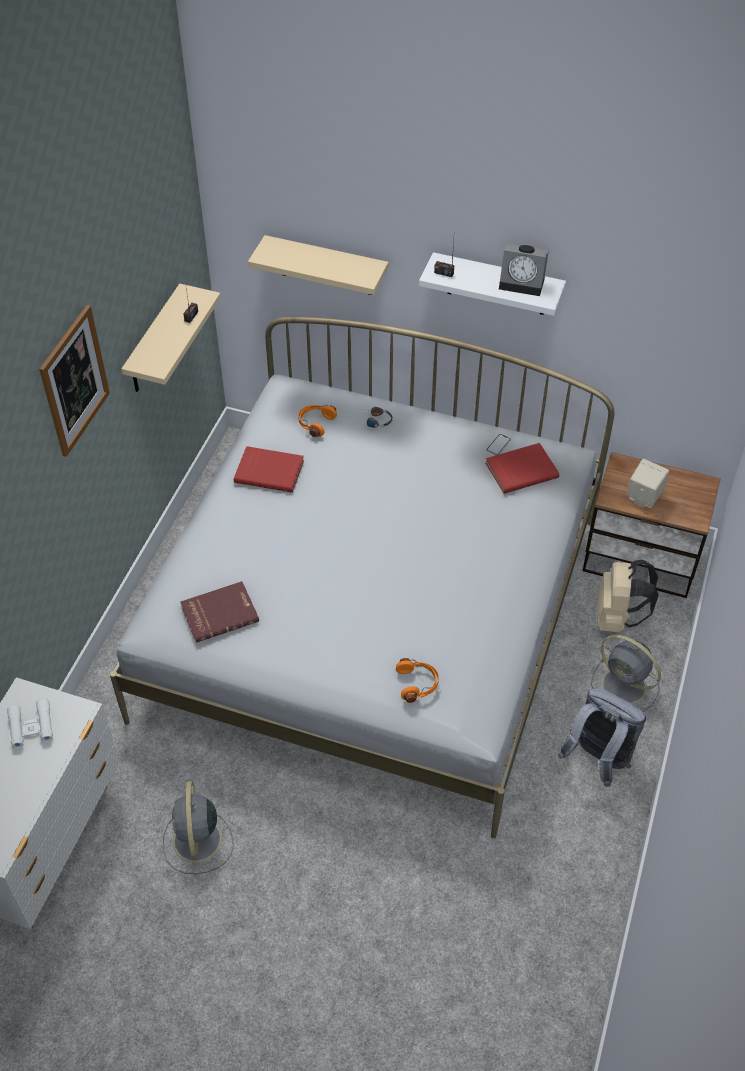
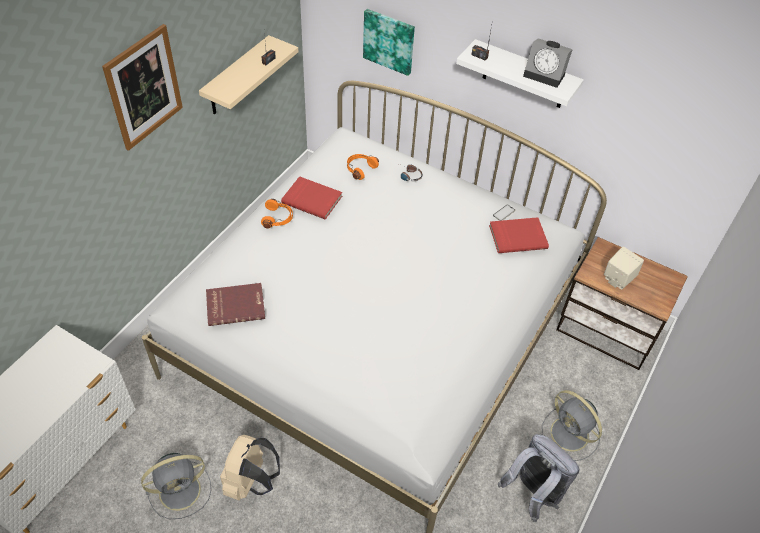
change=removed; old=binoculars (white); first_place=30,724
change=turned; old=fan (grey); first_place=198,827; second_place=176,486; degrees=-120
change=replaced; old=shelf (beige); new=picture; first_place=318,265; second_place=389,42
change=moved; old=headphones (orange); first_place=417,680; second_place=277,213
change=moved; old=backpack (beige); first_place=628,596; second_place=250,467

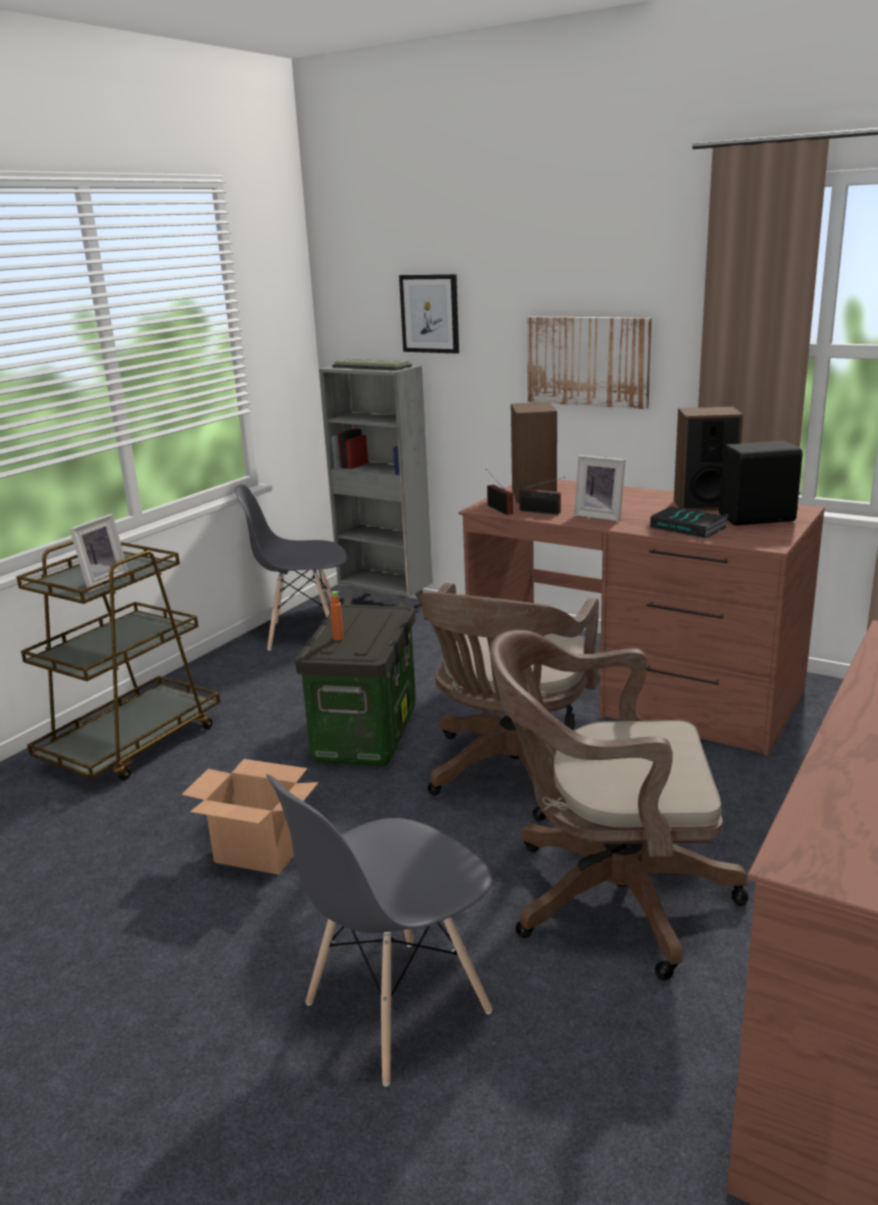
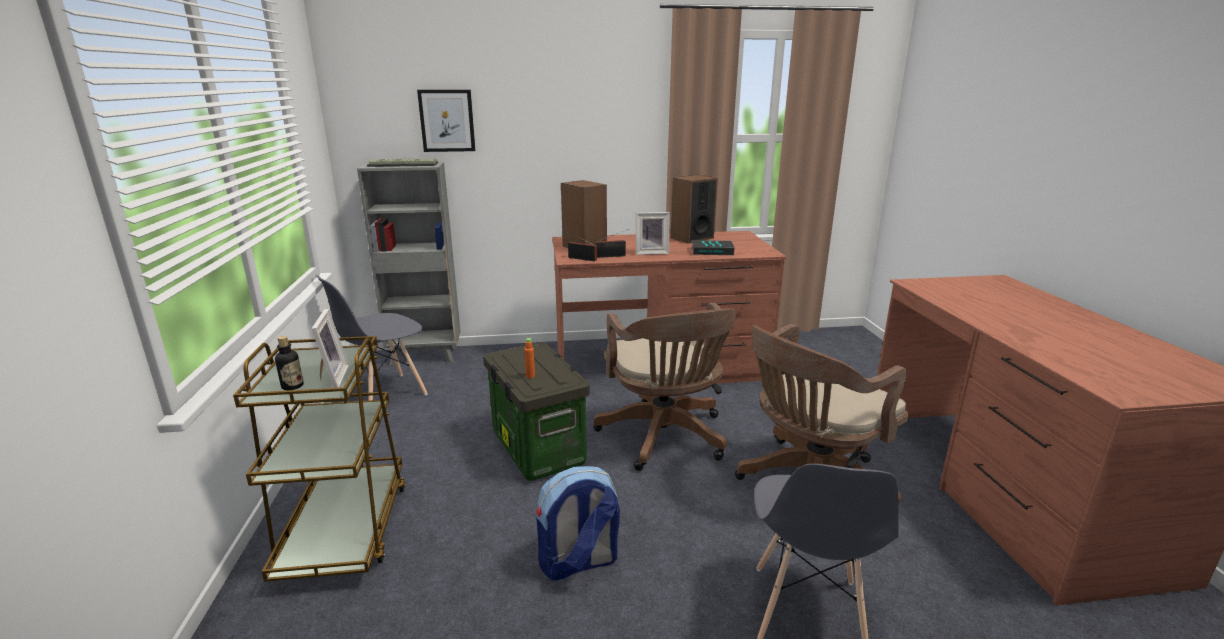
change=replaced; old=cardboard box; new=backpack; first_place=250,817; second_place=578,523
change=removed; old=picture; first_place=589,362
change=removed; old=speaker (black); first_place=761,483
change=added; new=bottle; second_place=289,363

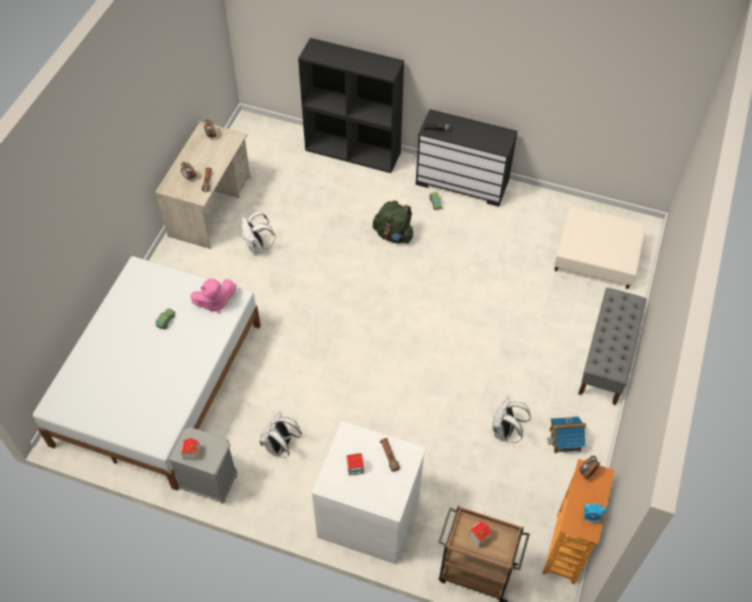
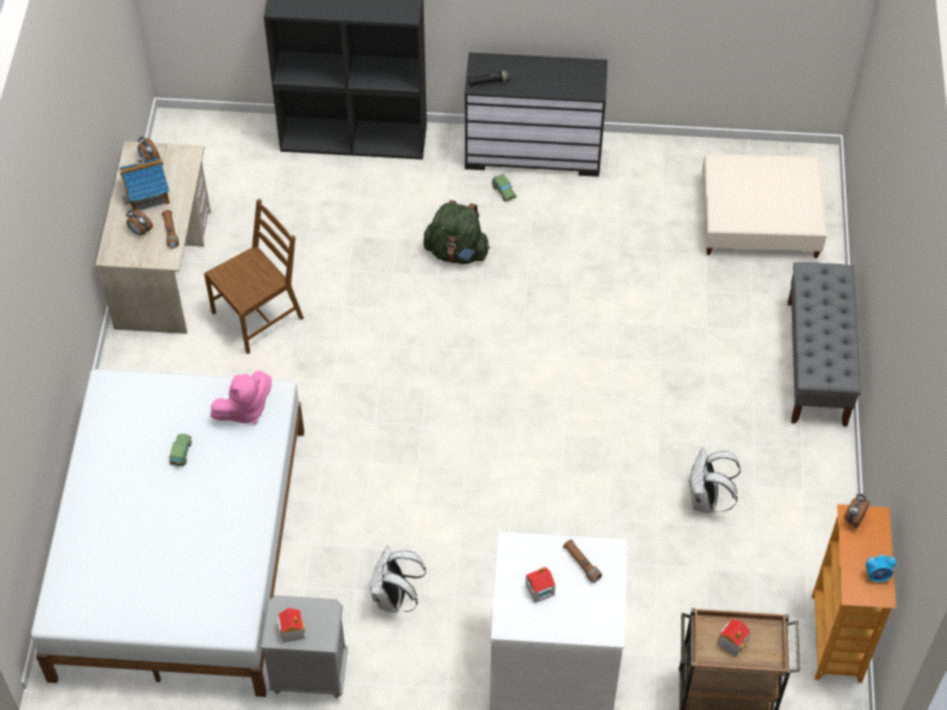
change=replaced; old=backpack (white); new=chair (brown); first_place=258,232; second_place=254,276
change=moved; old=toy house; first_place=566,434; second_place=144,184

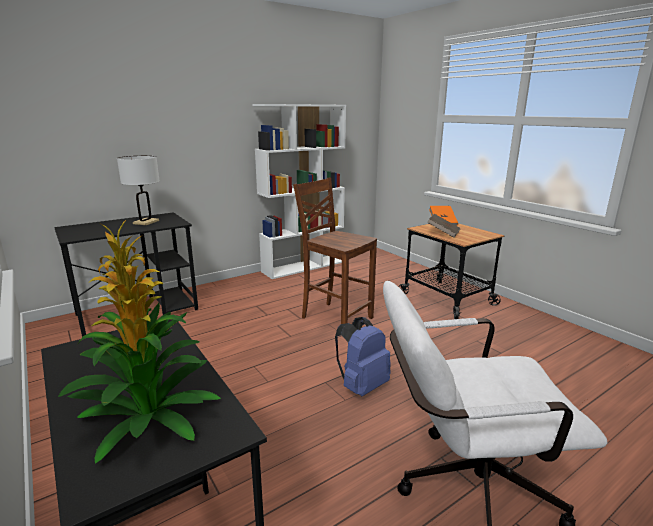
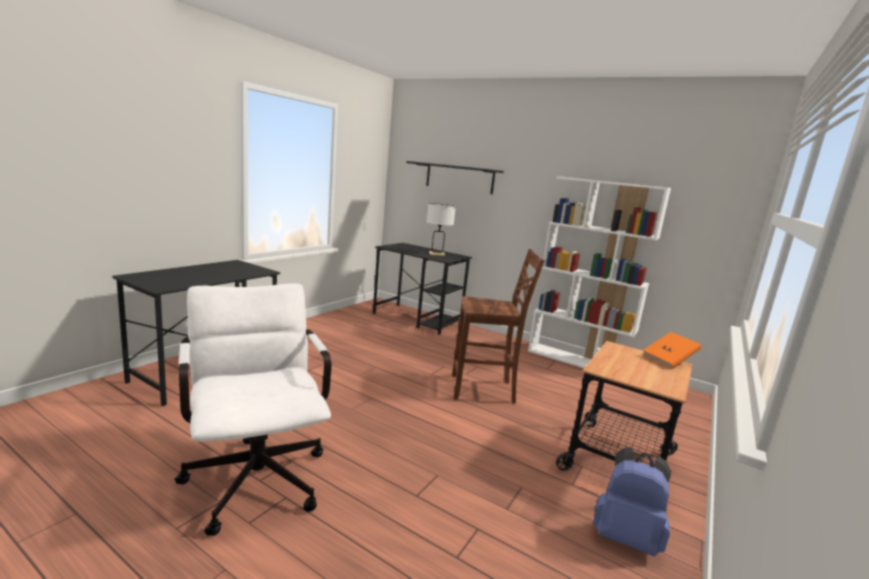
change=removed; old=potted plant; first_place=139,341
change=turned; old=chair (brown); first_place=335,250; second_place=498,326; degrees=75
change=moved; old=backpack (blue); first_place=363,356; second_place=632,501
change=removed; old=book (brown); first_place=444,226
change=added; new=shelf (black); second_place=455,177

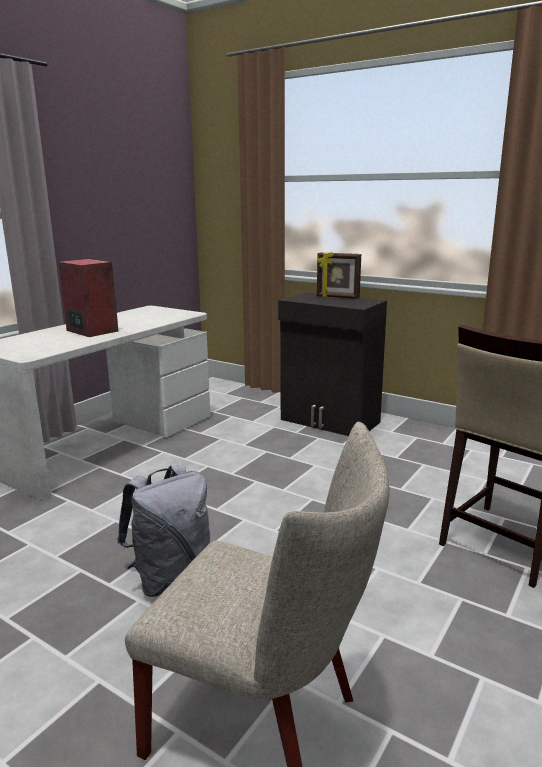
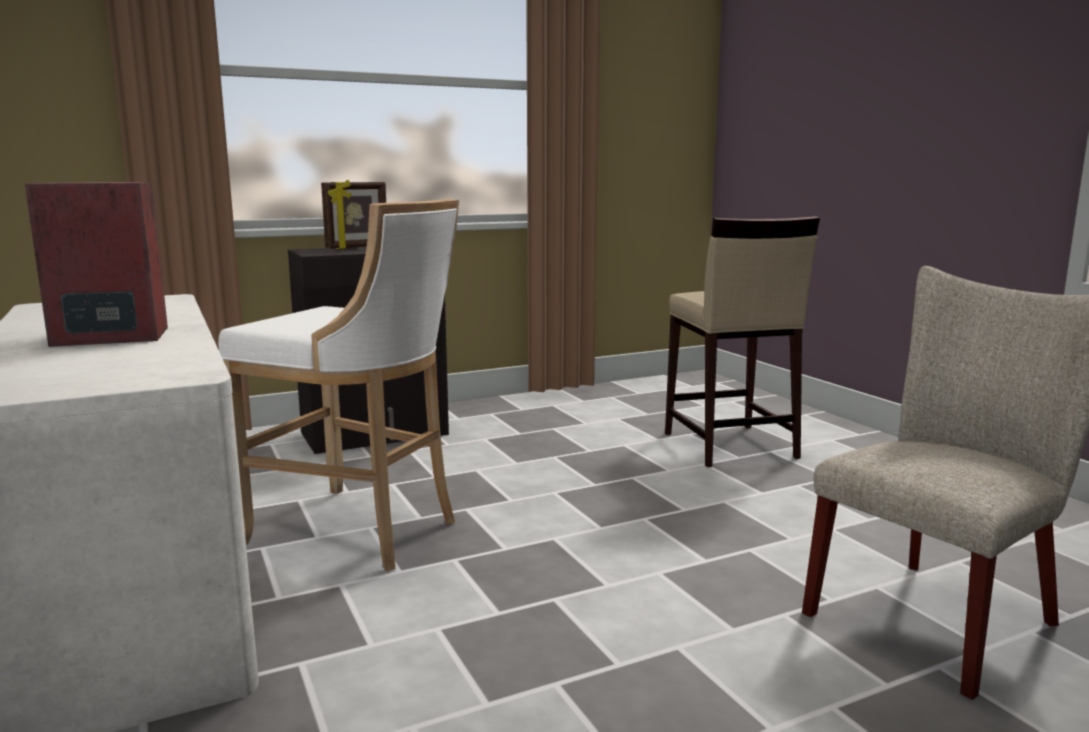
change=removed; old=backpack (grey); first_place=163,531
change=added; new=stool (white); second_place=338,385

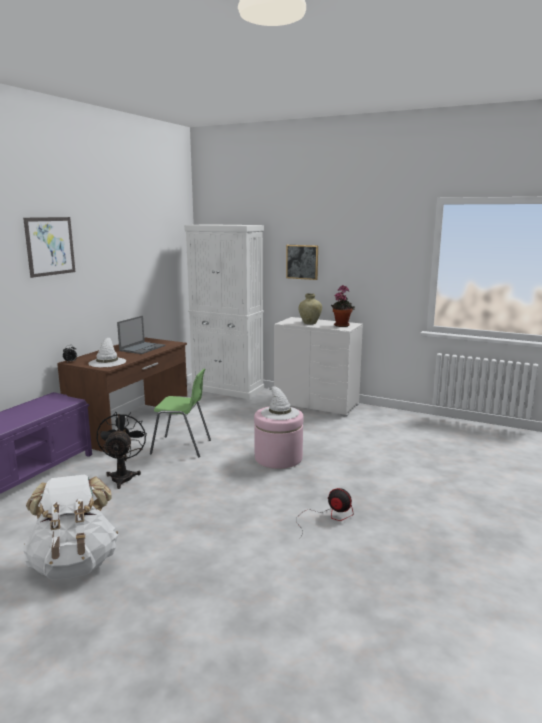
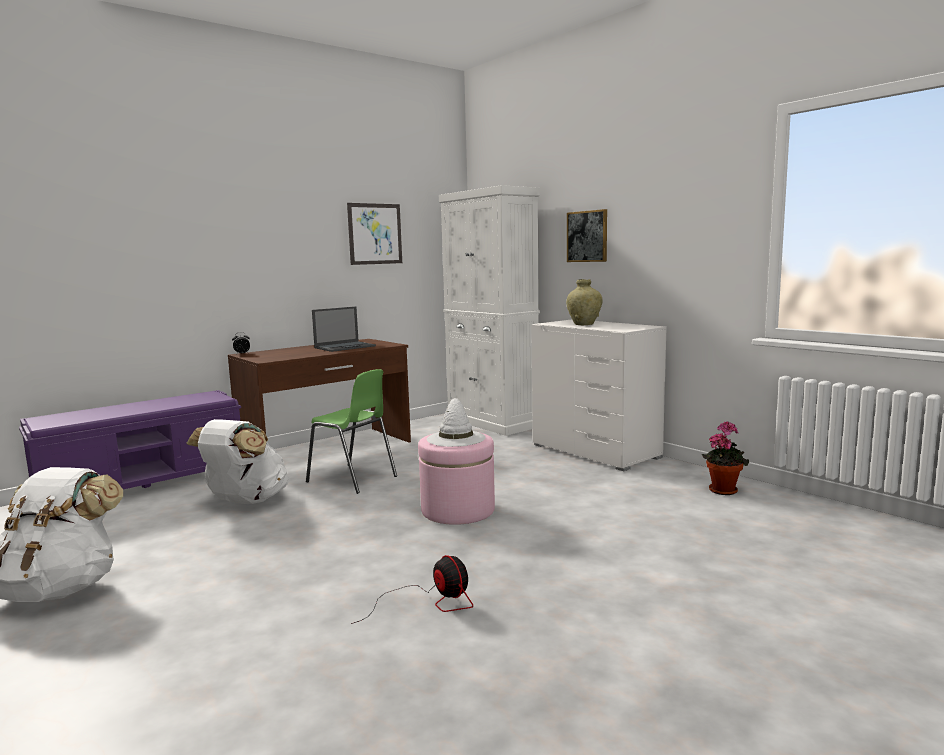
change=moved; old=picture; first_place=49,247; second_place=374,234
change=removed; old=hat (white); first_place=107,352
change=replaced; old=fan (black); new=backpack (white); first_place=122,450; second_place=237,461
change=moved; old=potted plant; first_place=343,306; second_place=725,458

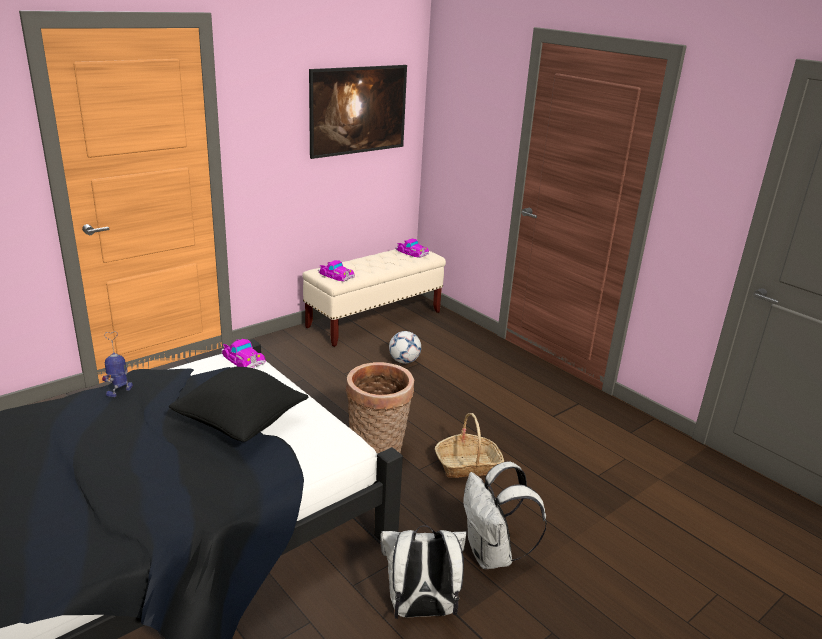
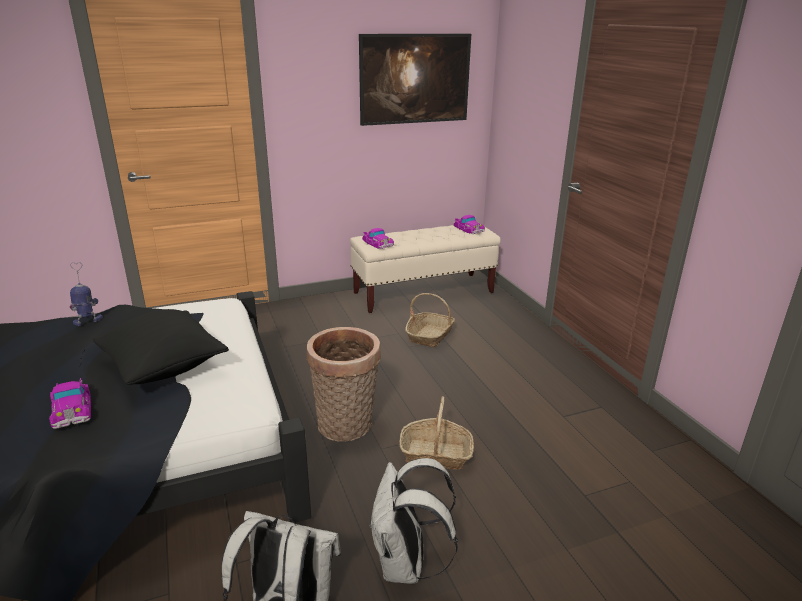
change=moved; old=toy car; first_place=243,353; second_place=70,403
change=replaced; old=football; new=basket; first_place=405,347; second_place=430,320

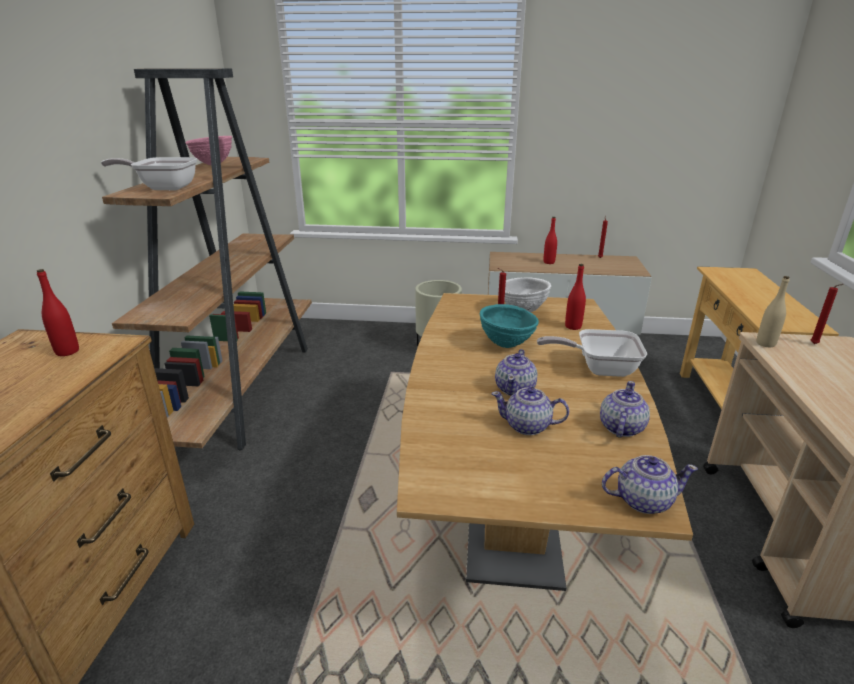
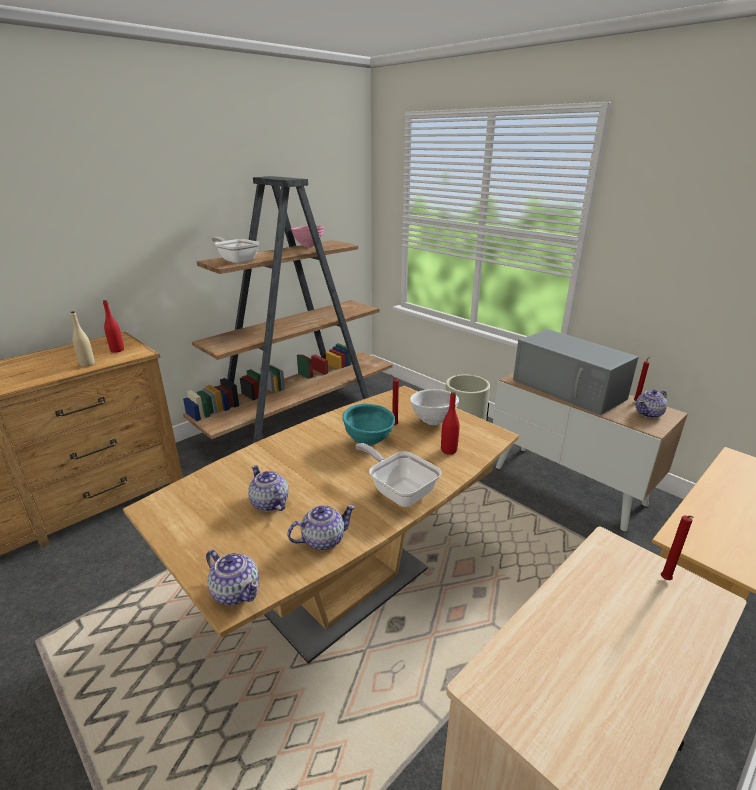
change=moved; old=teapot; first_place=516,372; second_place=651,403
change=replaced; old=bottle (red); new=microwave (grey); first_place=550,240; second_place=576,372
change=moved; old=bottle (beige); first_place=773,311; second_place=83,339

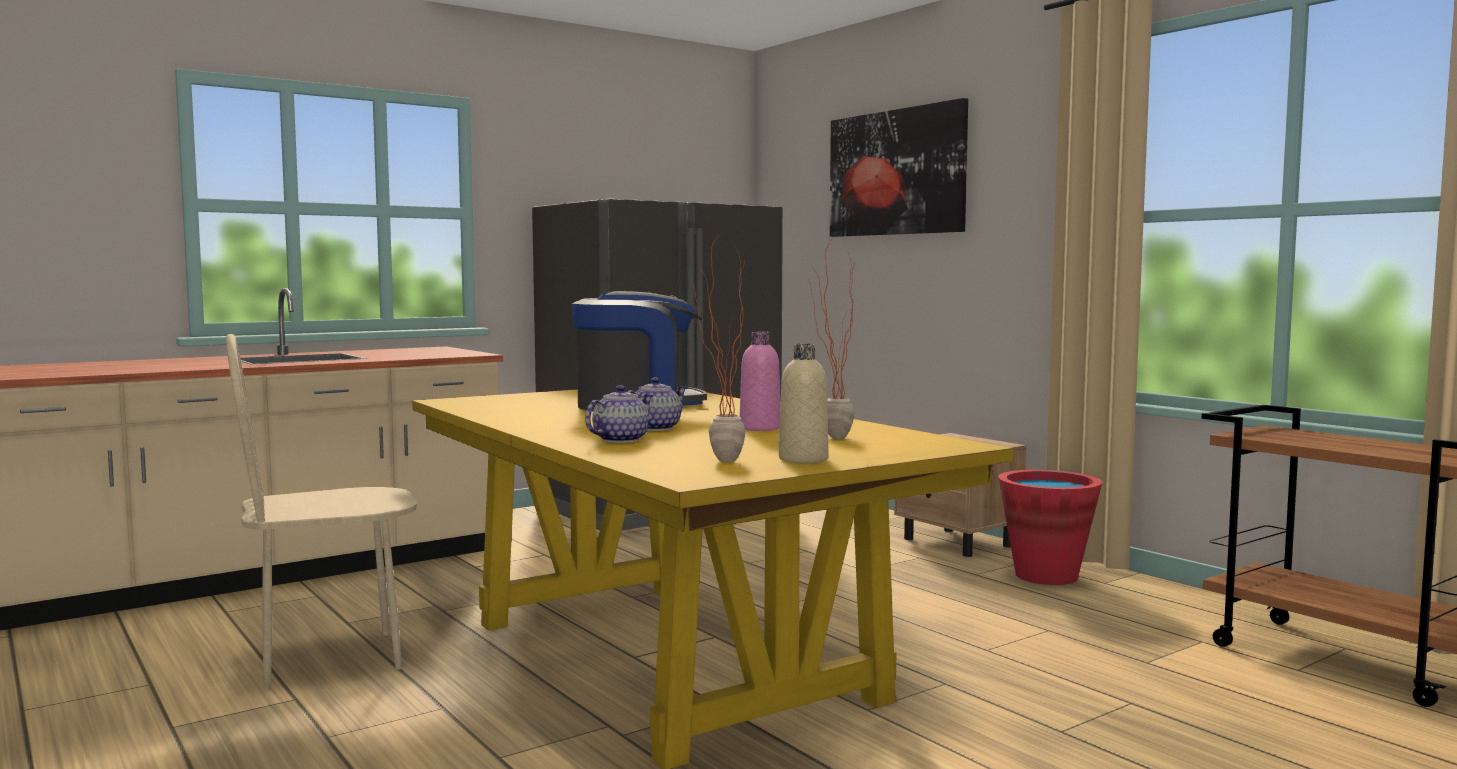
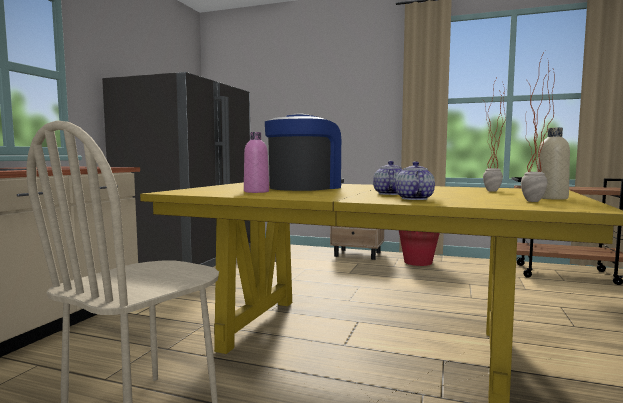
change=moved; old=bottle (pink); first_place=760,381; second_place=256,162
change=removed; old=picture; first_place=899,167

